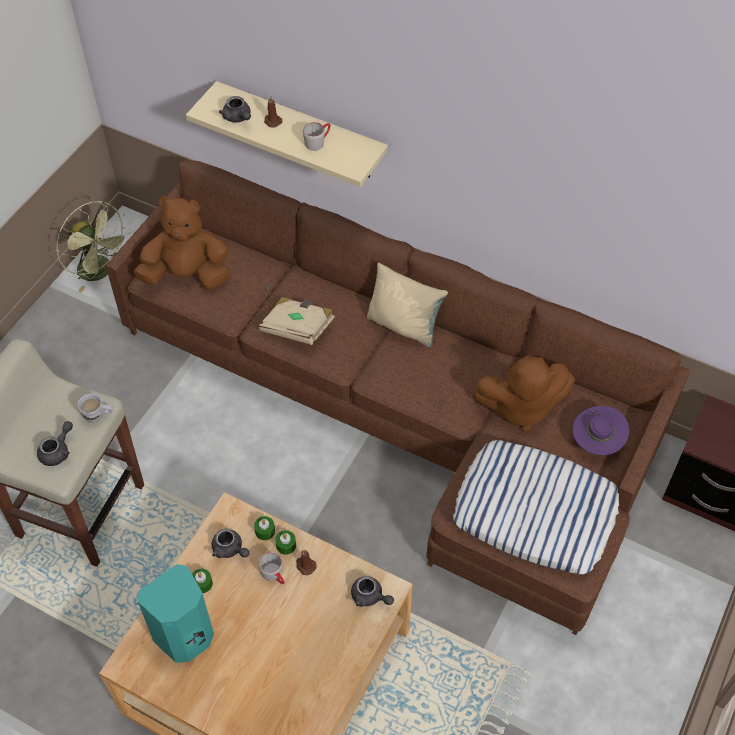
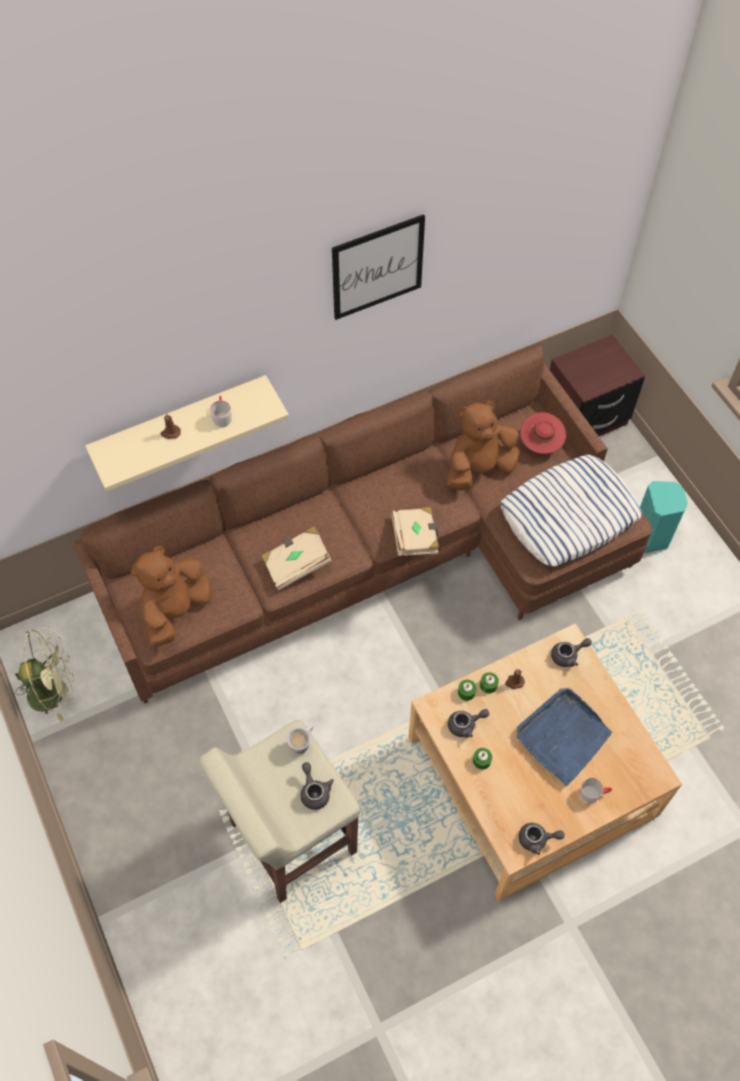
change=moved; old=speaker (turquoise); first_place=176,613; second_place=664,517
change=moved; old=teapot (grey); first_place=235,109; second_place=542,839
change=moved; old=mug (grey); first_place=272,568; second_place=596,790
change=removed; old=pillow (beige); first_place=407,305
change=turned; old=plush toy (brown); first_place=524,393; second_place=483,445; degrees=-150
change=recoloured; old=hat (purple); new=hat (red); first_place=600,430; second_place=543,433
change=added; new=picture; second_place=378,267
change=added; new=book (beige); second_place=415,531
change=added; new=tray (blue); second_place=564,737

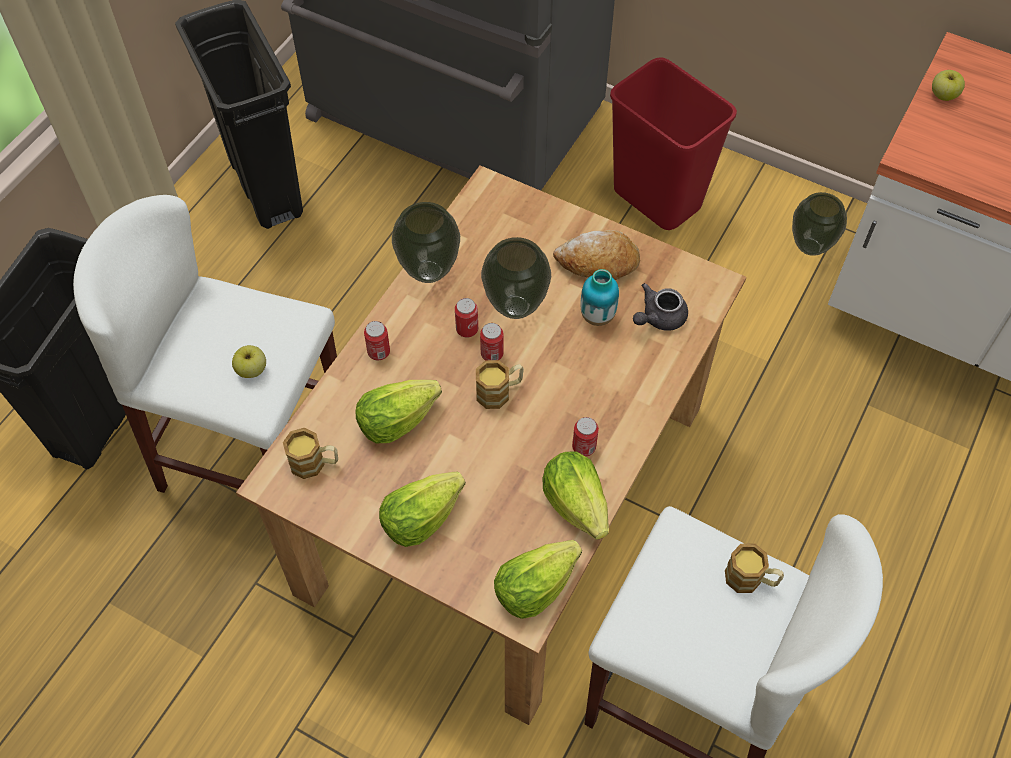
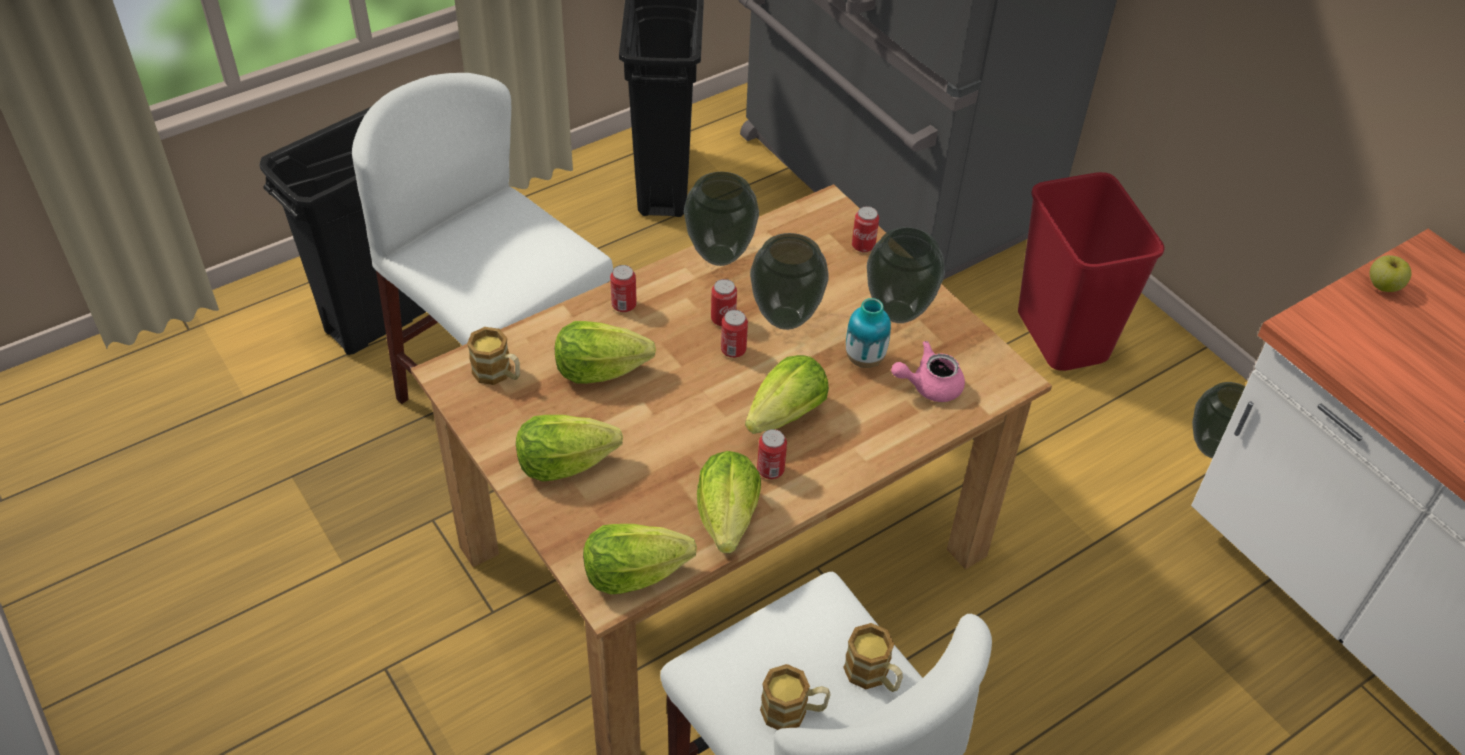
change=removed; old=apple; first_place=249,361
change=moved; old=mug; first_place=500,384; second_place=795,697
change=replaced; old=bread; new=vase; first_place=596,255; second_place=906,275
change=recoloured; old=teapot (grey); new=teapot (pink); first_place=660,307; second_place=928,371
change=added; new=lettuce; second_place=787,394
change=added; new=can; second_place=865,229

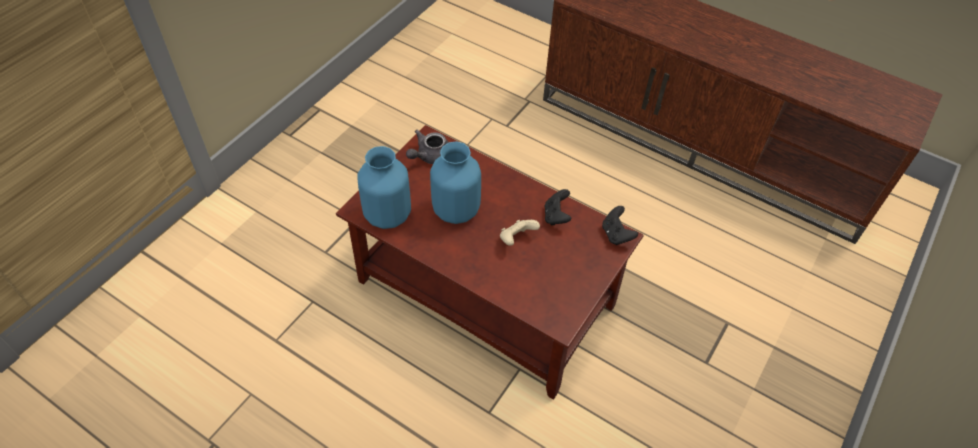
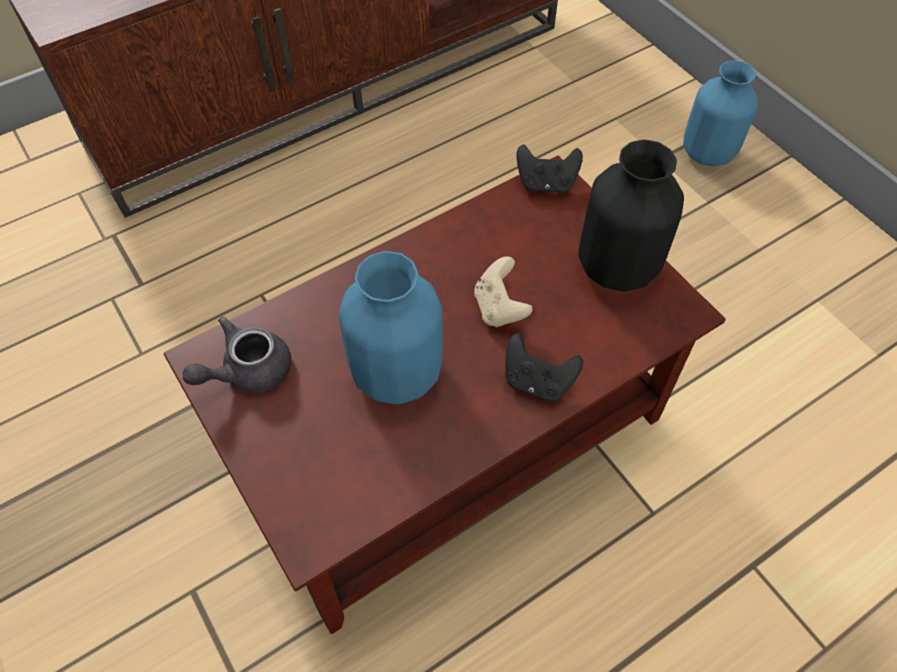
change=moved; old=vase (blue); first_place=384,187; second_place=720,113
change=turned; old=teapot (grey); first_place=427,147; second_place=237,355; degrees=75
change=moved; old=game controller (black); first_place=557,207; second_place=544,367
change=added; new=vase (black); second_place=631,215

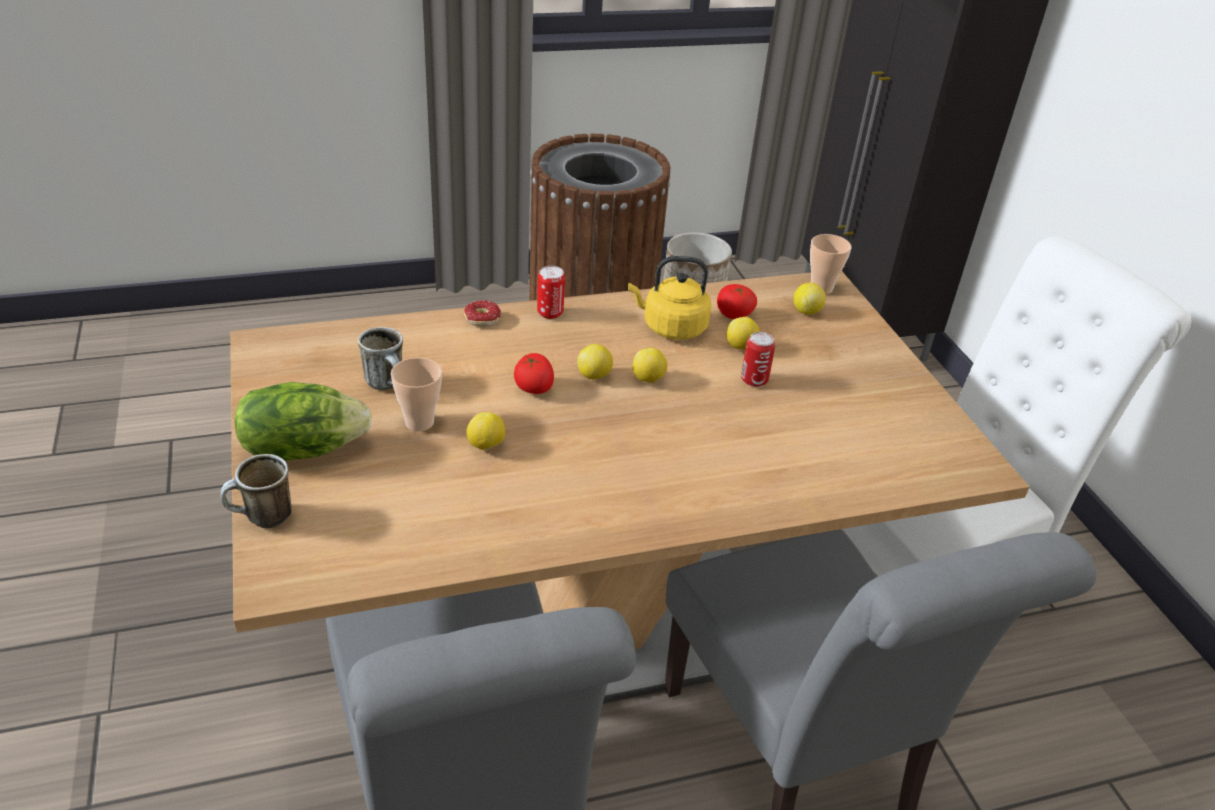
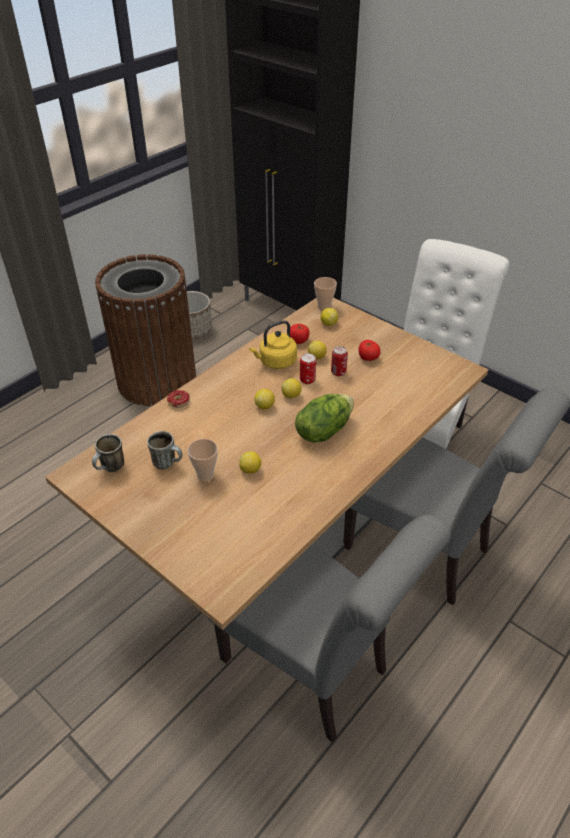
change=moved; old=mug; first_place=256,491; second_place=108,453
change=moved; old=lettuce; first_place=303,421; second_place=324,418
change=moved; old=tomato; first_place=534,373; second_place=369,350
change=moved; old=can; first_place=551,292; second_place=308,368

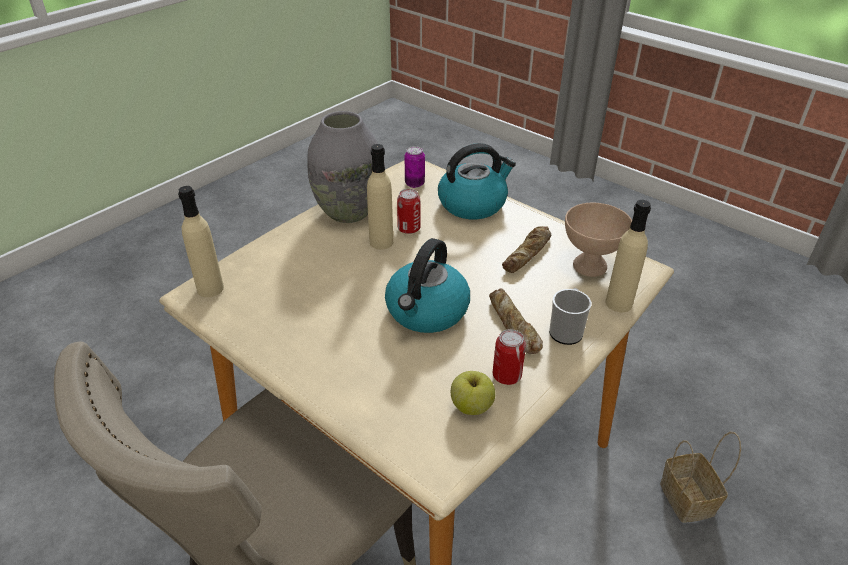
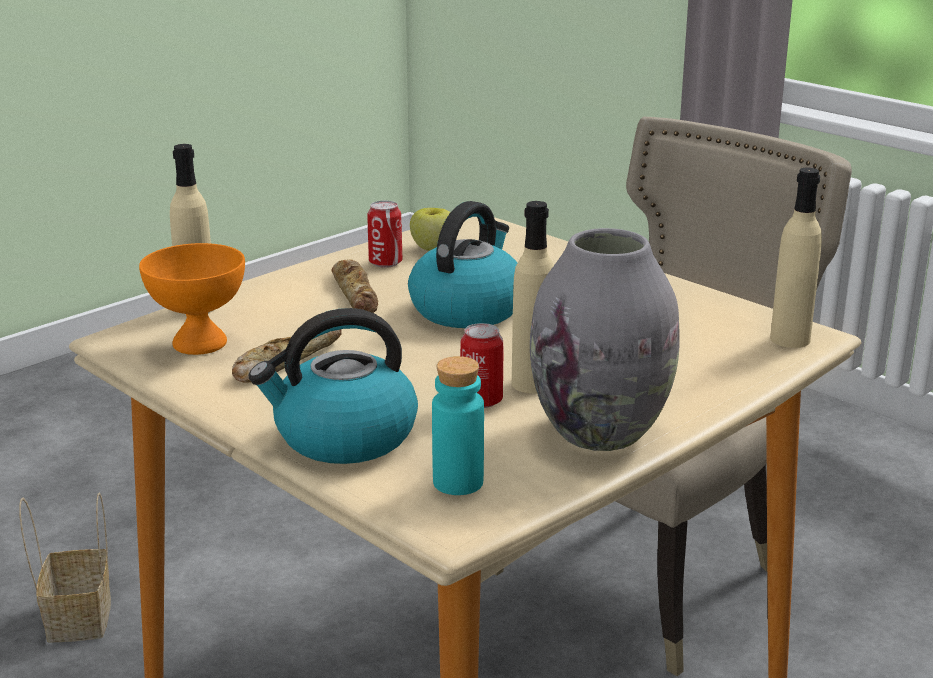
change=replaced; old=can; new=bottle (turquoise); first_place=415,167; second_place=458,425
change=removed; old=mug; first_place=570,316
change=recoloured; old=bowl (beige); new=bowl (orange); first_place=598,240; second_place=192,299

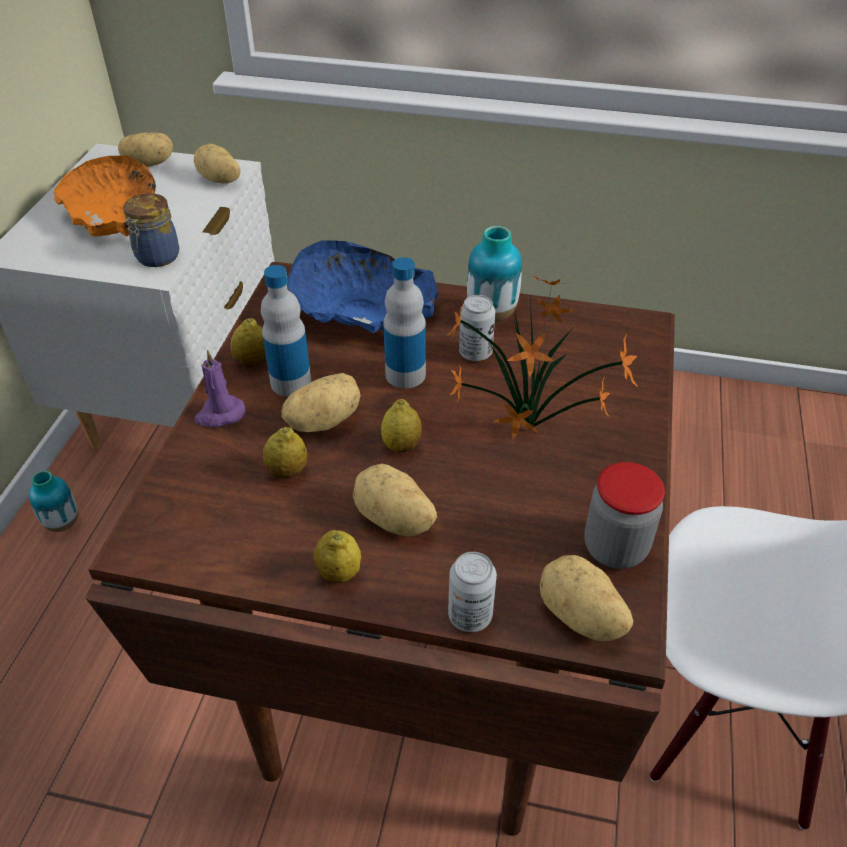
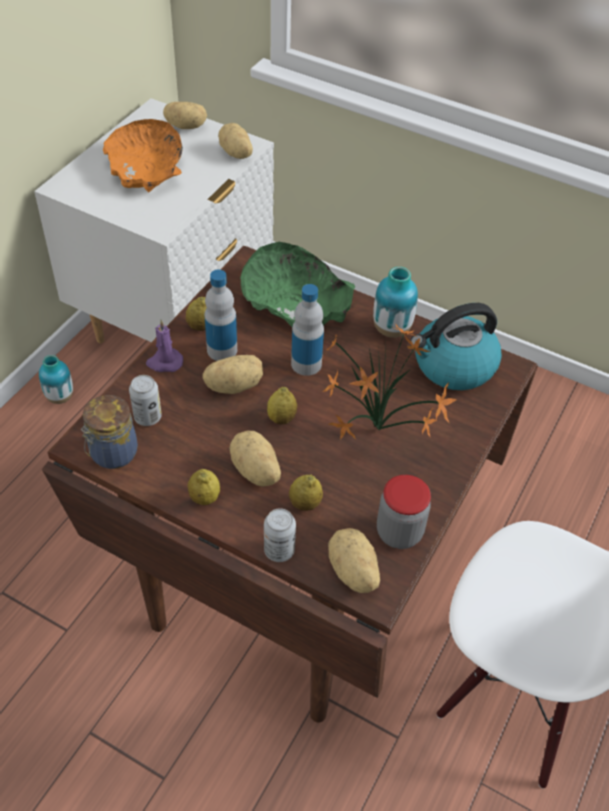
change=moved; old=jar; first_place=151,230; second_place=109,432
change=moved; old=lemon; first_place=285,452; second_place=306,493
change=recoloured; old=bowl (blue); new=bowl (green); first_place=362,286; second_place=297,284
change=moved; old=can; first_place=477,328; second_place=145,400
change=added; new=kettle; second_place=456,346

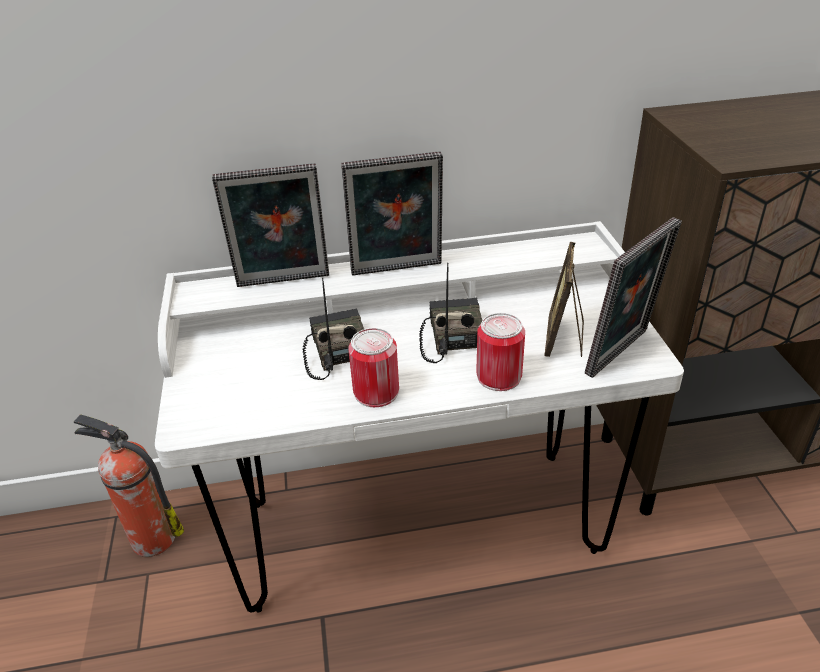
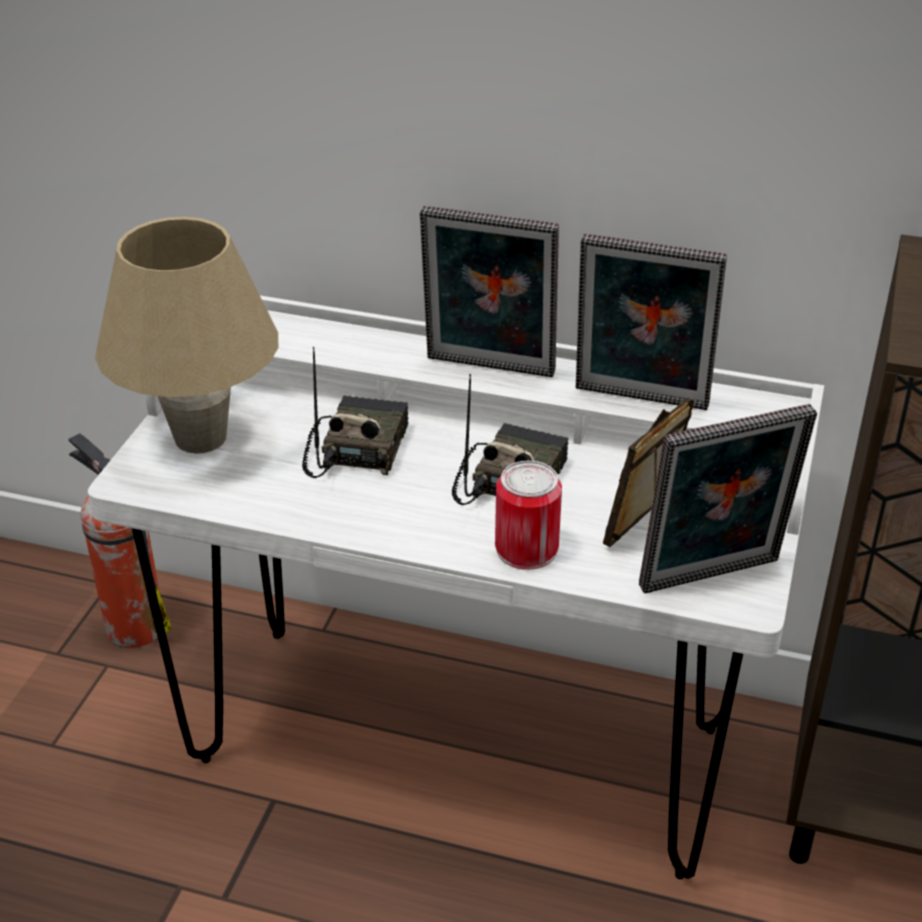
change=moved; old=picture frame; first_place=270,225; second_place=651,322
change=removed; old=can; first_place=373,367
change=added; new=table lamp (beige); second_place=186,335

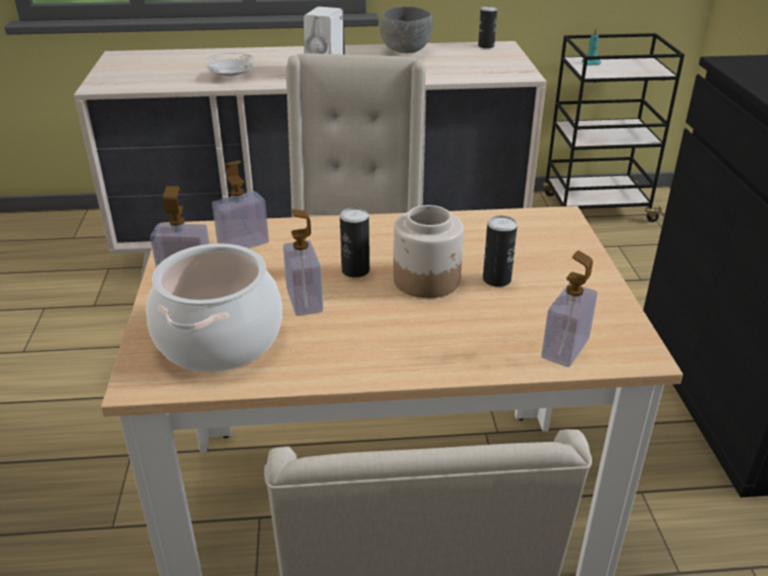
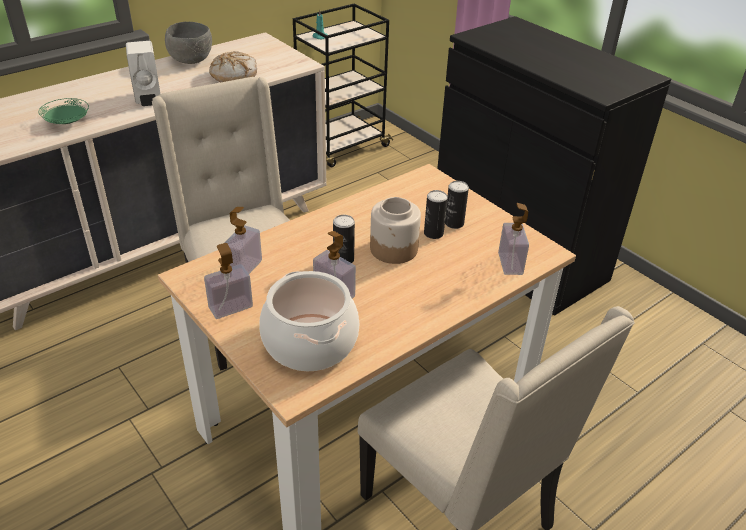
change=recoloured; old=plate (white); new=plate (green); first_place=229,65; second_place=64,111
change=moved; old=can; first_place=487,27; second_place=457,205
change=added; new=bread; second_place=233,66

